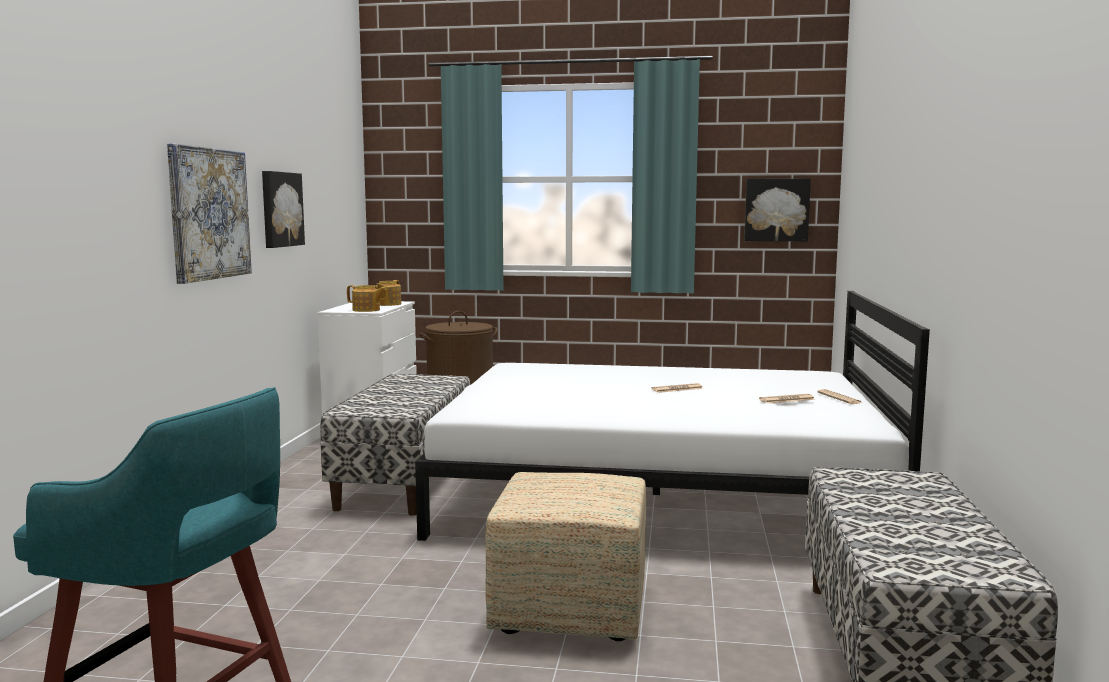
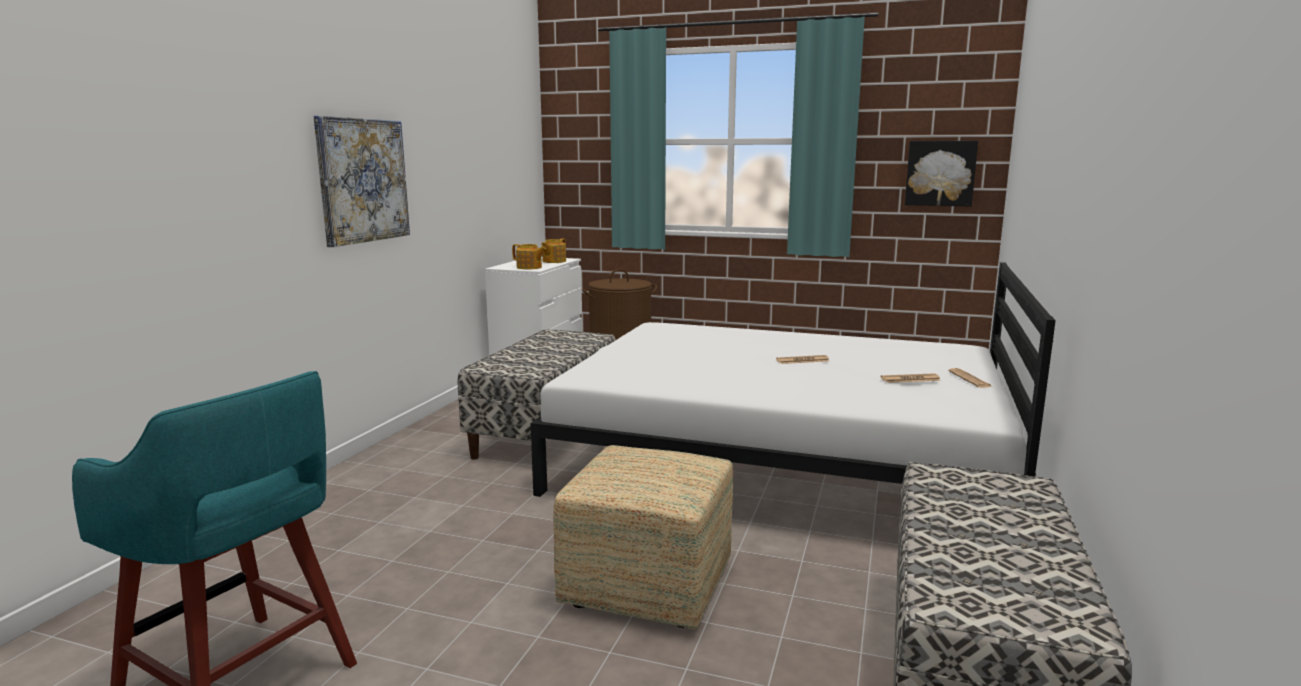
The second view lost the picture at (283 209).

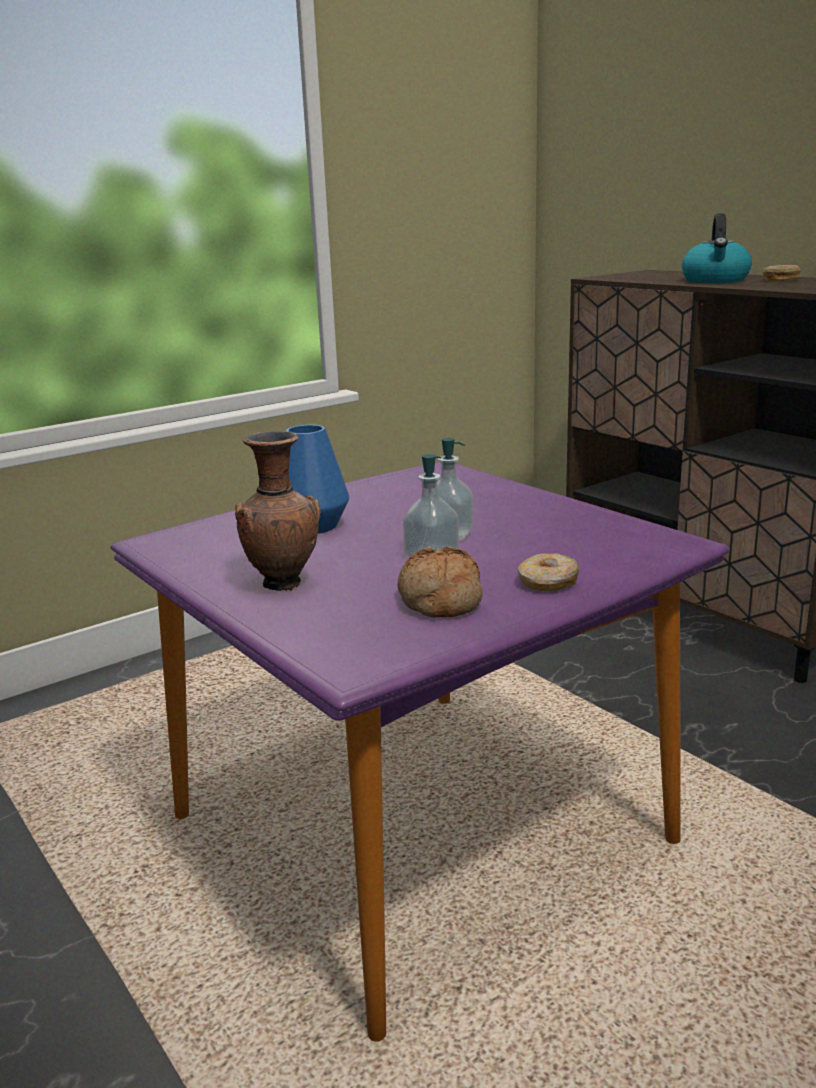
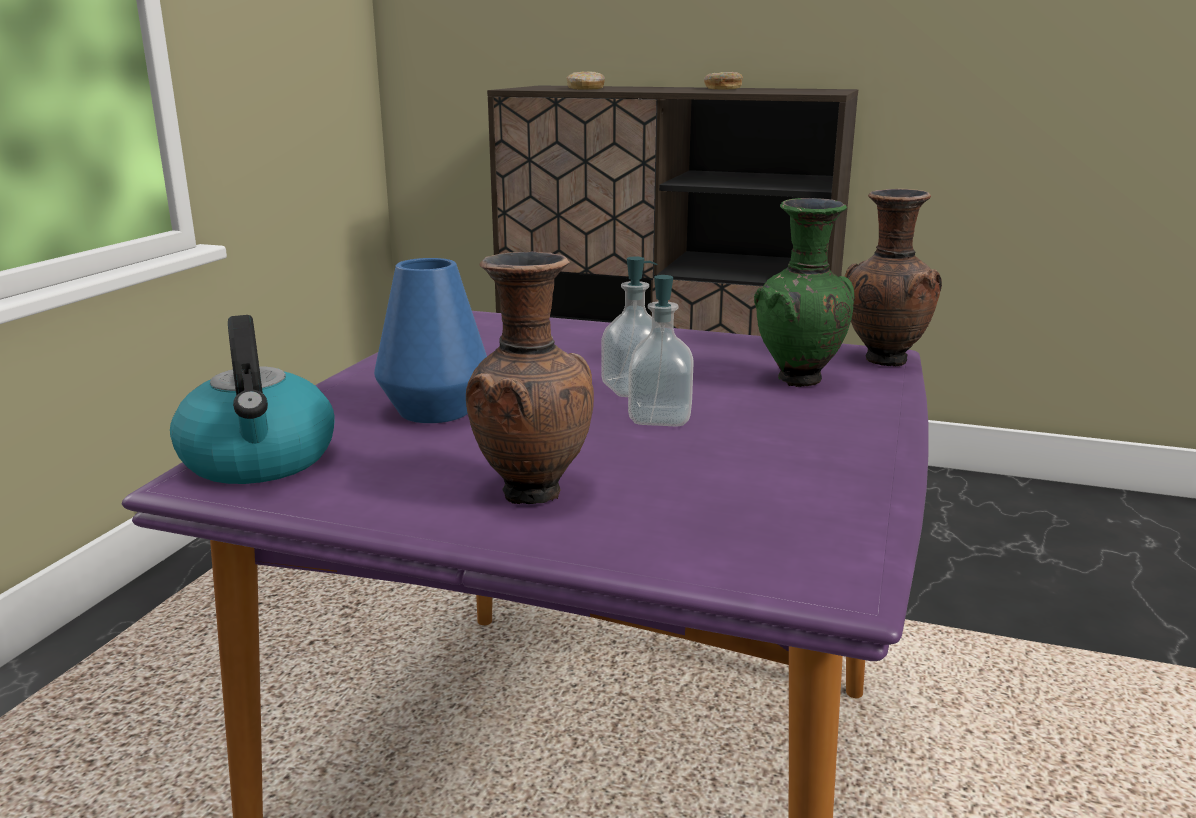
The second view lost the bread at (440 582).
The donut ended up elsewhere, having gone from (548 572) to (585 80).
The kettle ended up elsewhere, having gone from (717 248) to (252 399).
The second view gained the vase (green) at (804 292).
The second view gained the vase (brown) at (893 278).

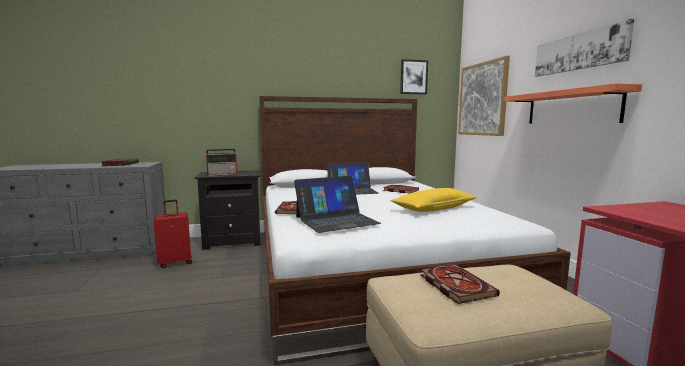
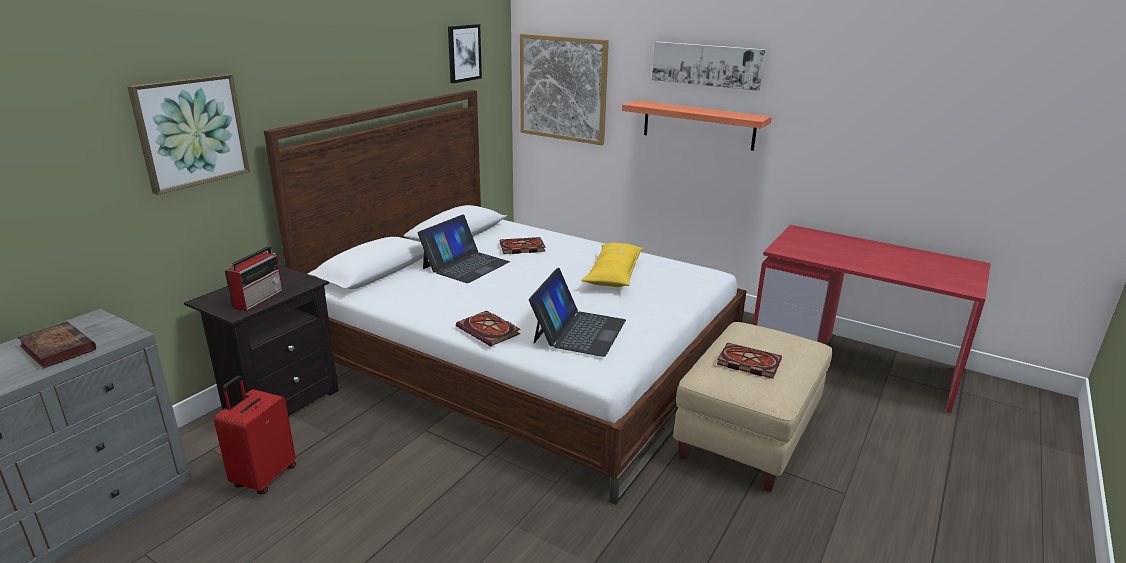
The second view gained the picture at (188 134).

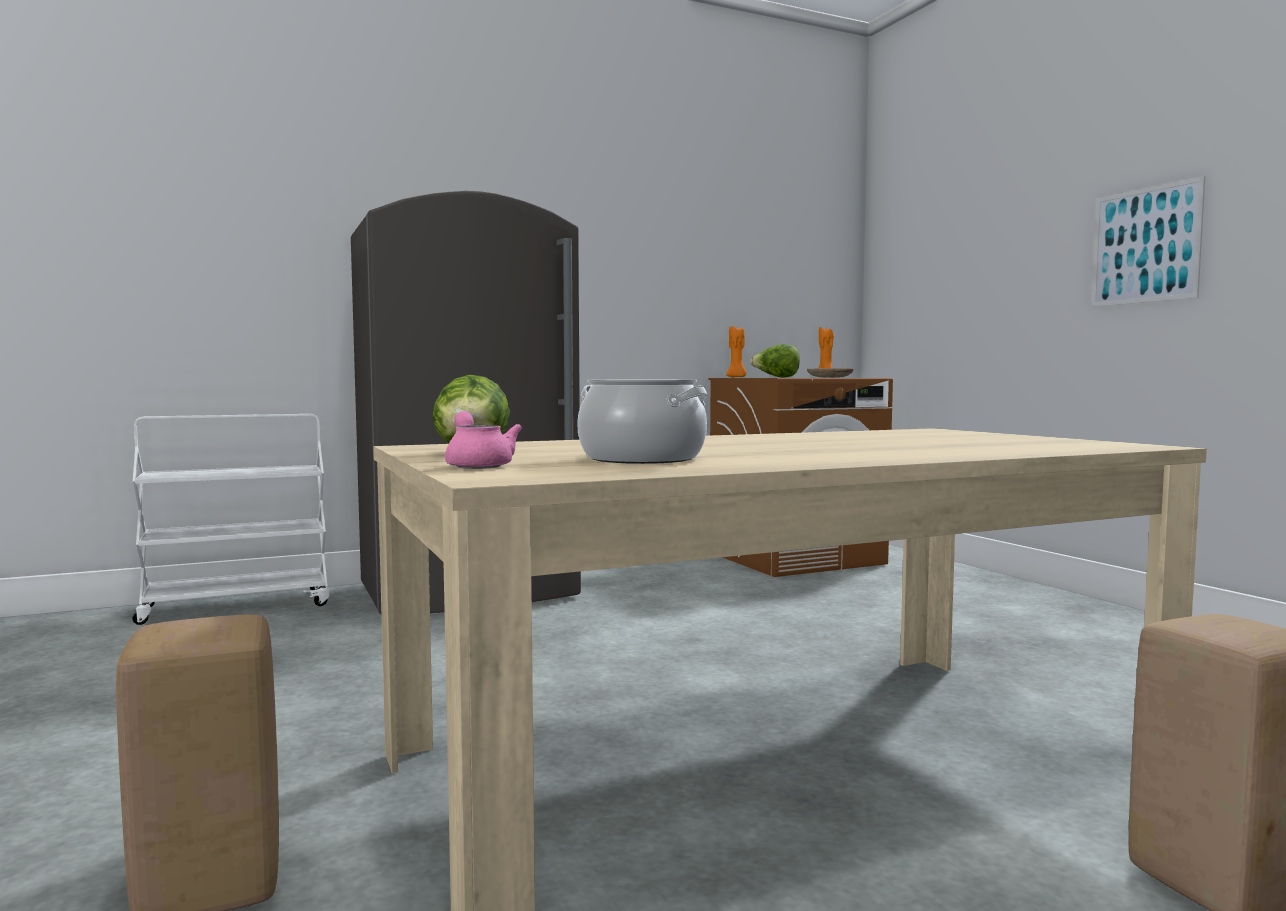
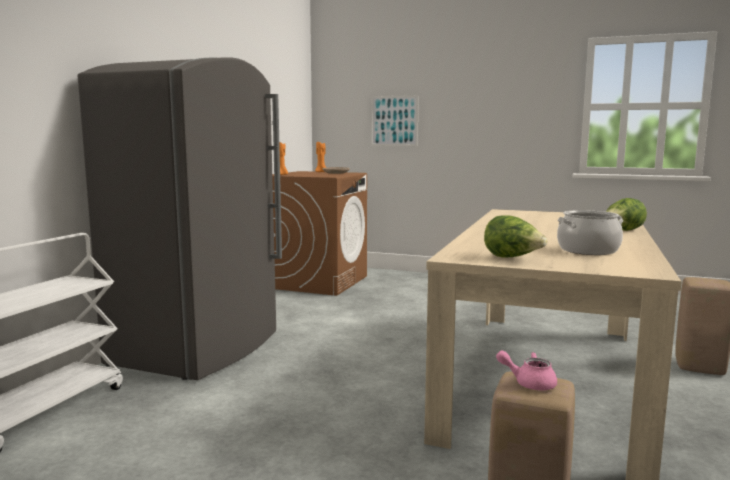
The teapot (pink) ended up elsewhere, having gone from (483 440) to (526 370).
The lettuce ended up elsewhere, having gone from (775 361) to (626 214).
The picture ended up elsewhere, having gone from (1148 241) to (395 120).

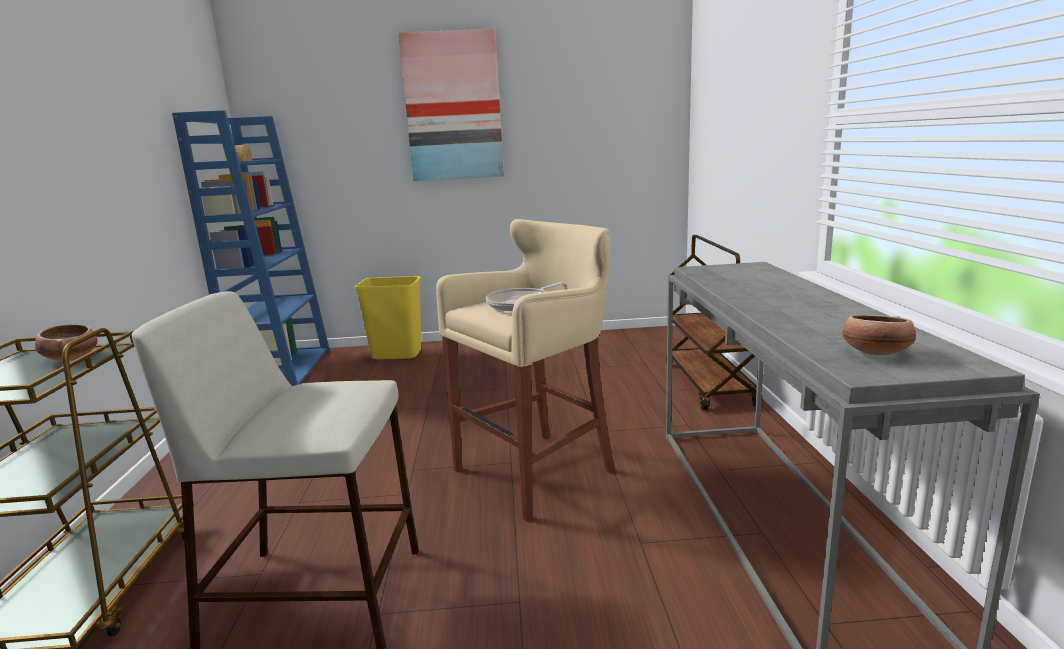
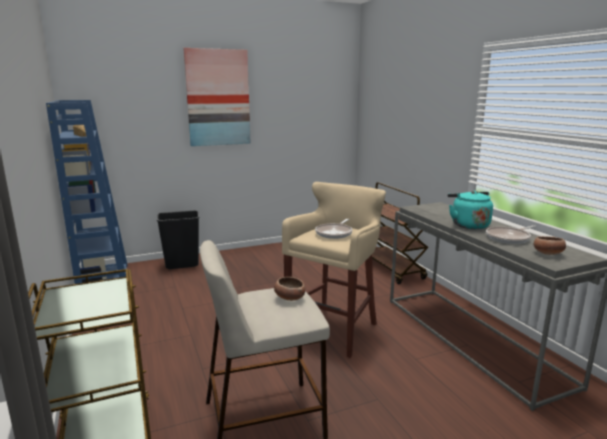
The bowl ended up elsewhere, having gone from (66 342) to (289 289).
What was the trash can (yellow) at (388 317) turned into the trash can (black) at (178 239).
The second view gained the kettle (turquoise) at (470 210).
The second view gained the frying pan at (511 234).

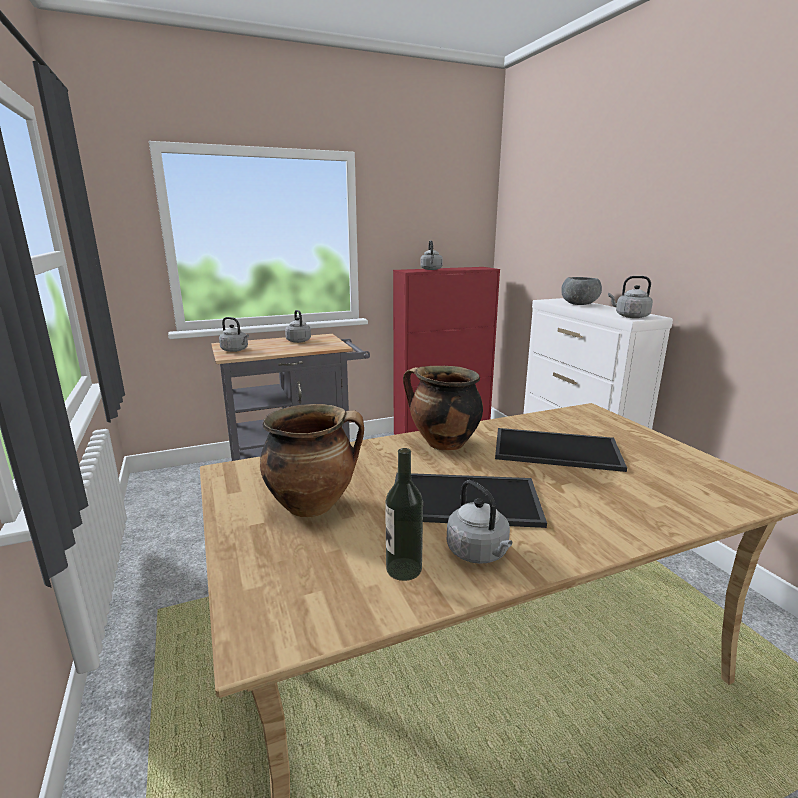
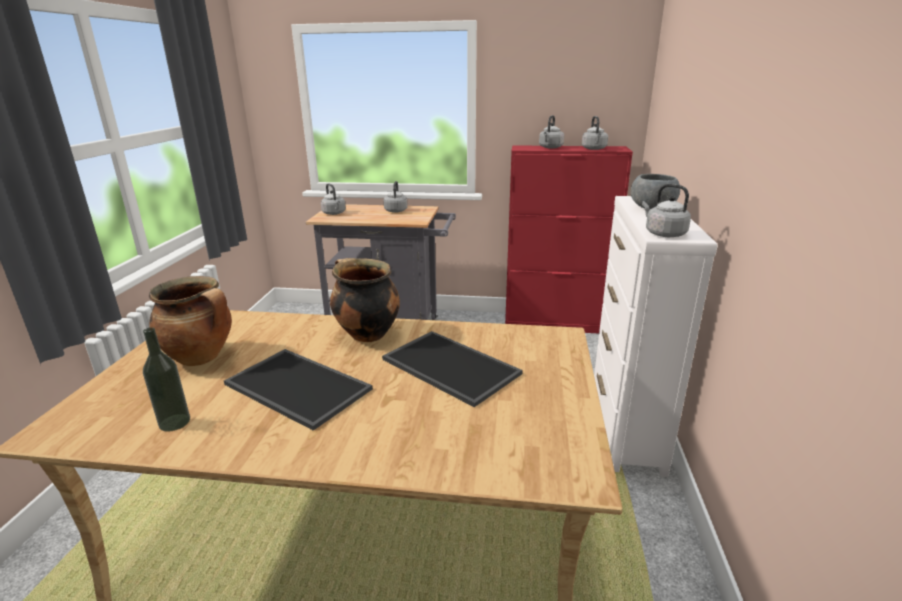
The kettle (grey) ended up elsewhere, having gone from (479 522) to (595 133).

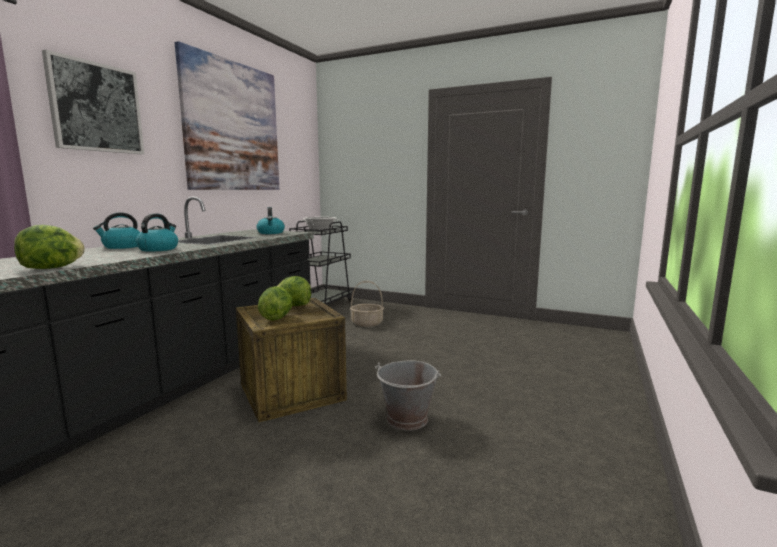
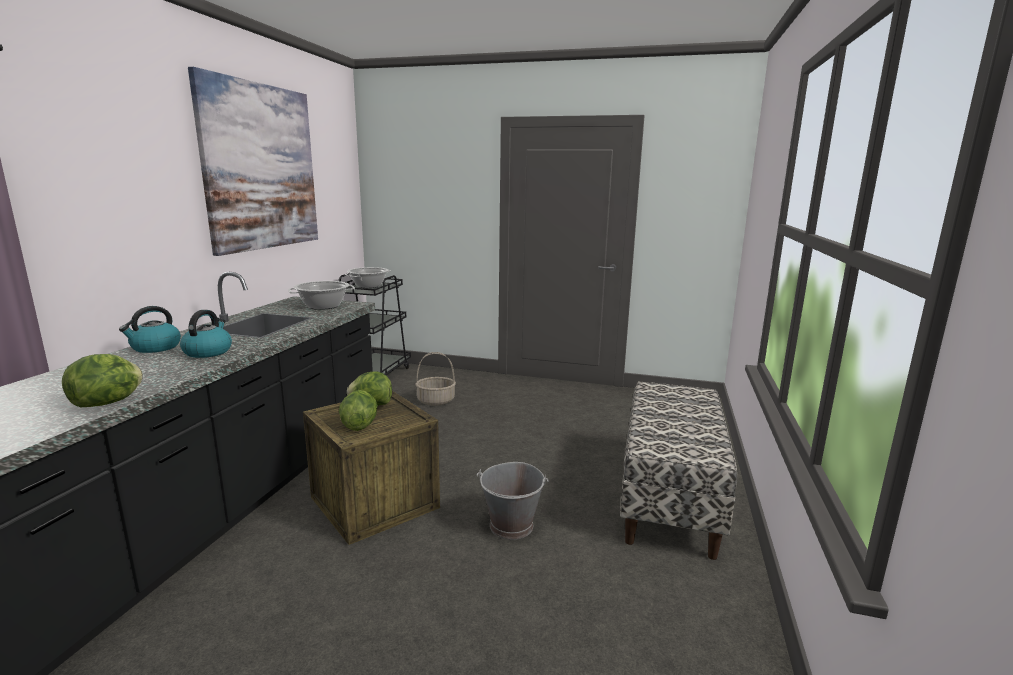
The second view lost the picture at (93 101).
Where the kettle stood at (270 220), the cooking pot came to stand at (321 295).
The second view gained the bench at (678 470).

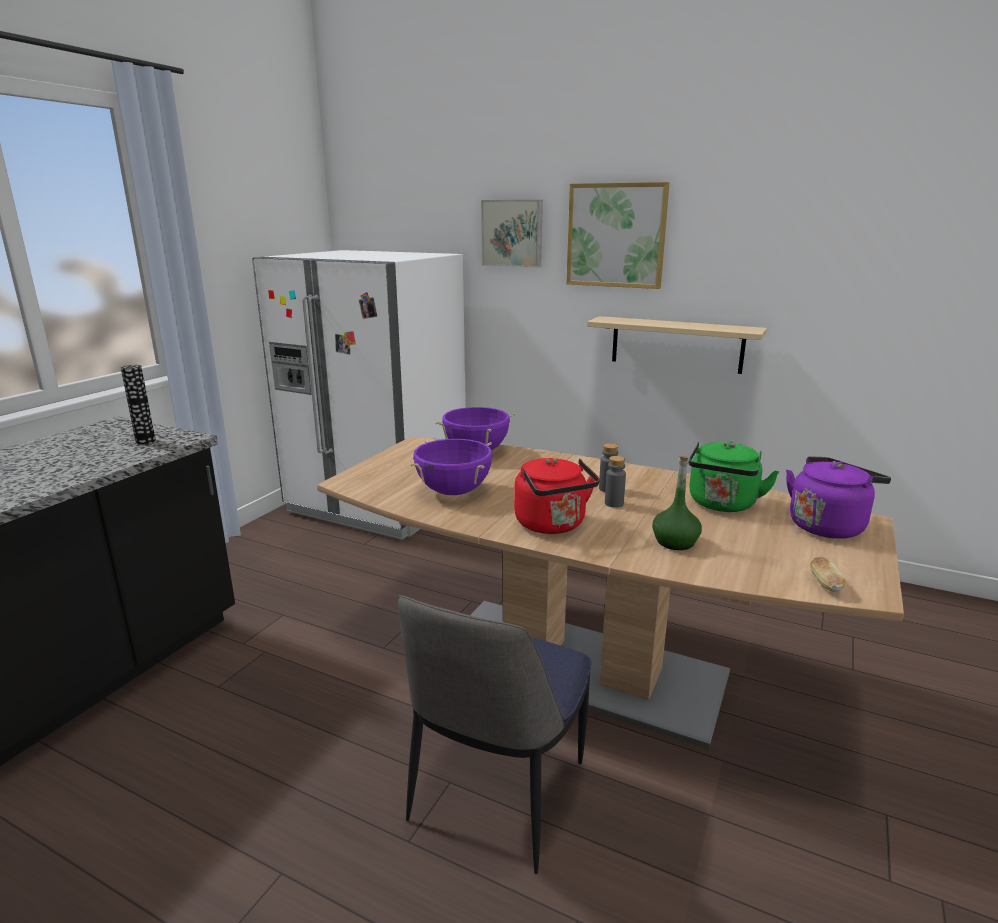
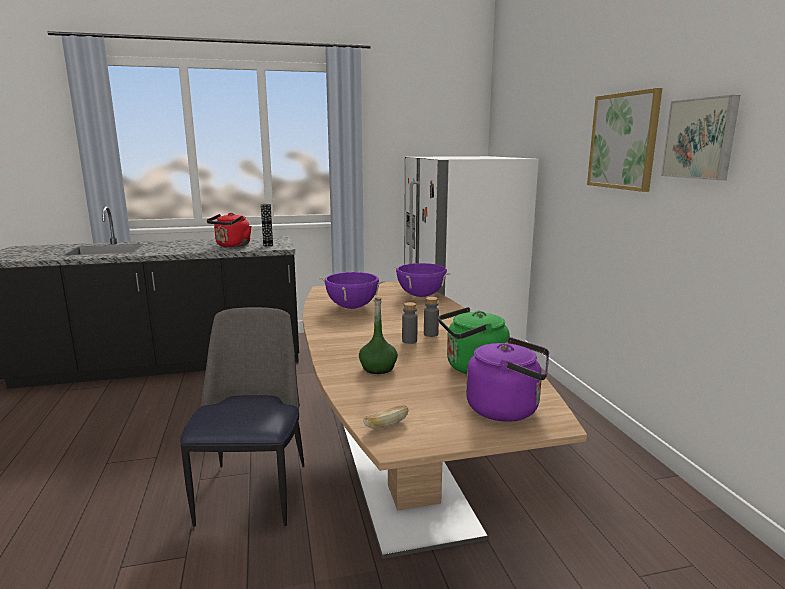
The chair at (495 734) ended up facing another way, 105 degrees clockwise from before.
The picture ended up elsewhere, having gone from (512 234) to (700 137).
The kettle (red) ended up elsewhere, having gone from (557 496) to (229 230).
The second view lost the shelf (beige) at (677 345).

